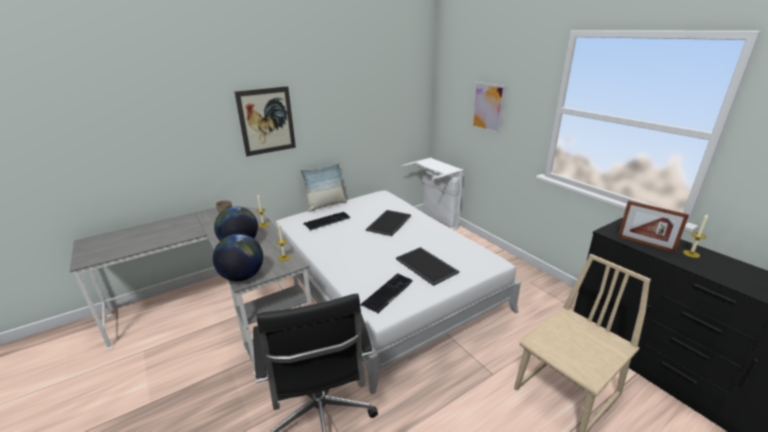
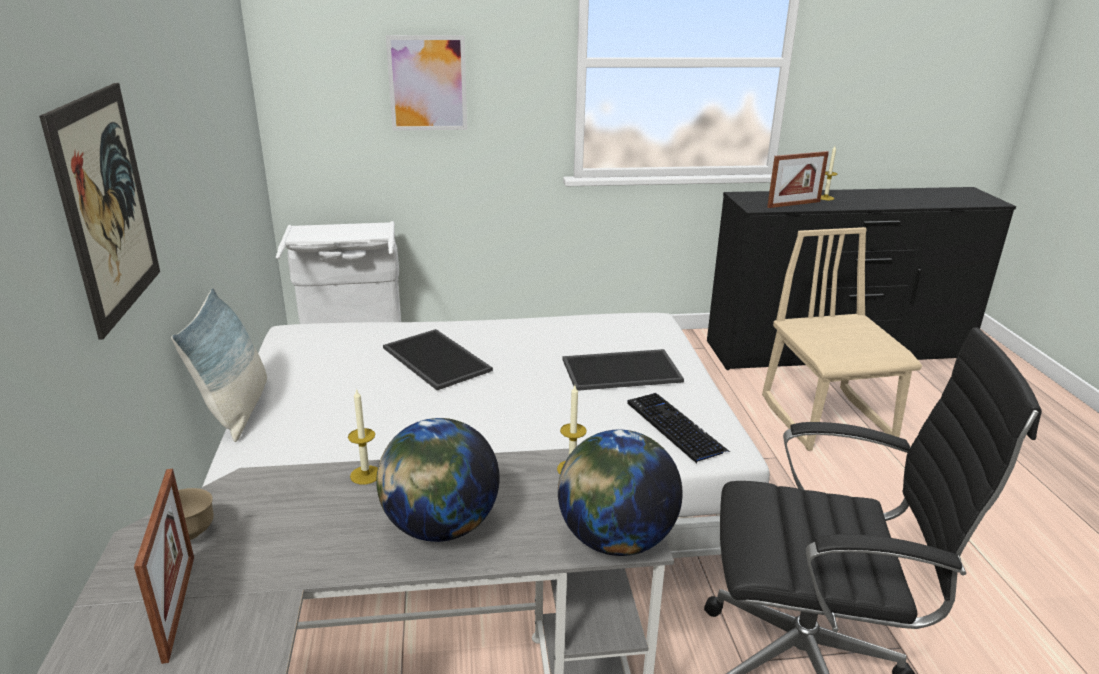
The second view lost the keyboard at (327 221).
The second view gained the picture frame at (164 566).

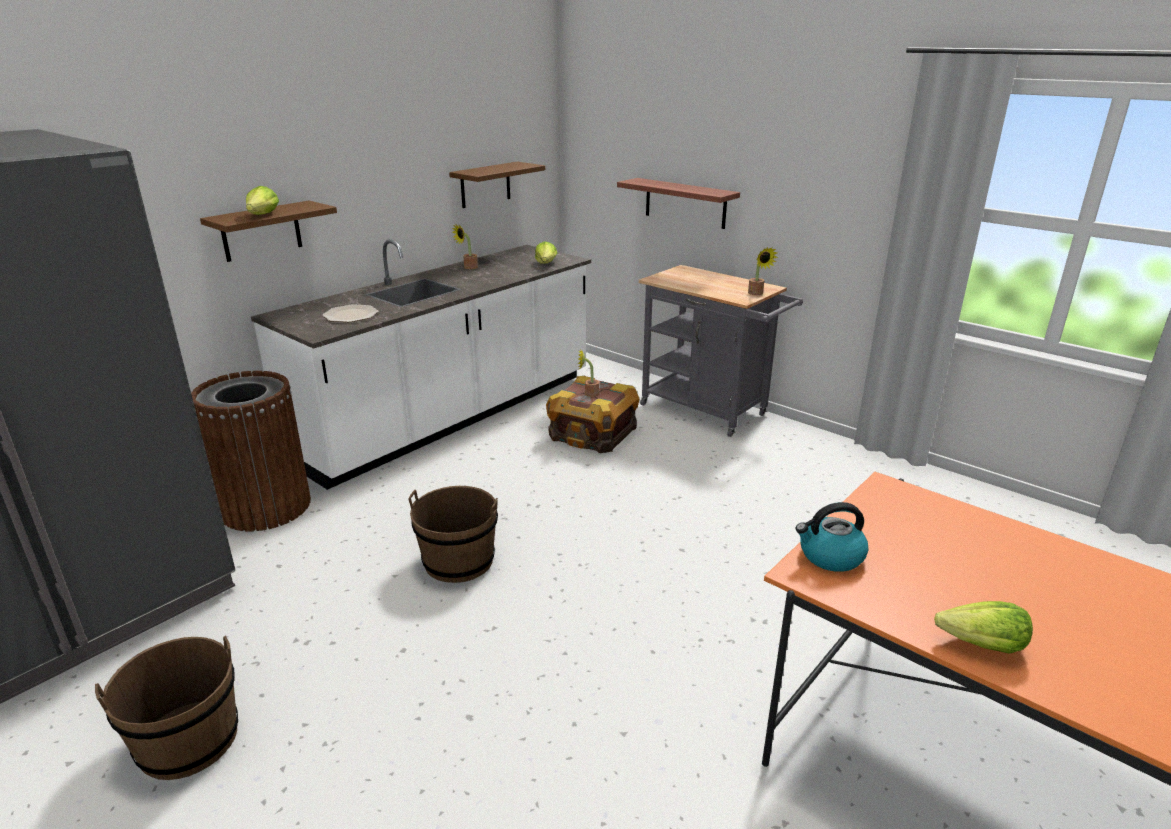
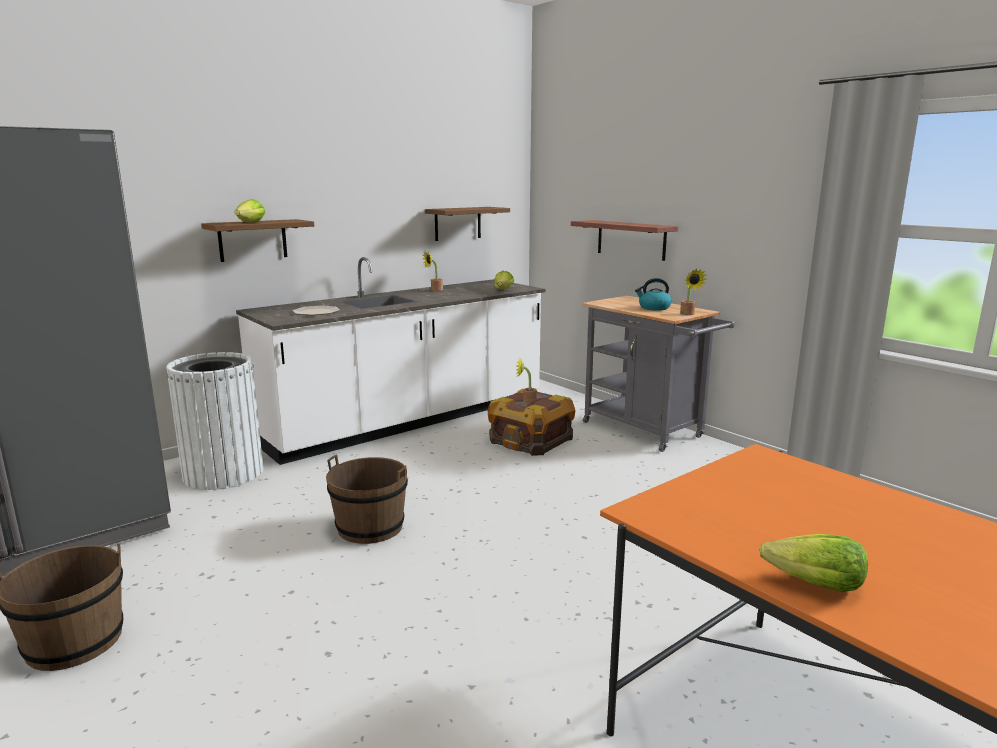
What was the trash can (brown) at (251 451) turned into the trash can (white) at (214 421).
The kettle ended up elsewhere, having gone from (832 537) to (653 294).

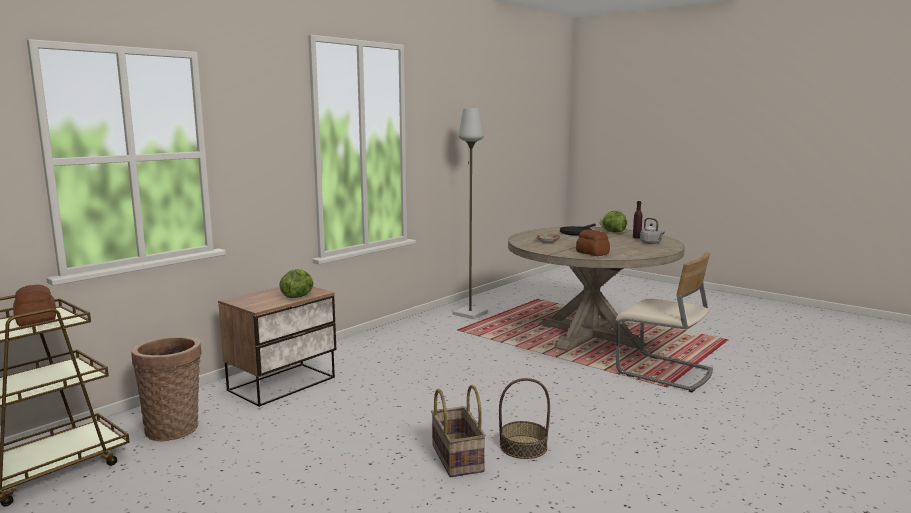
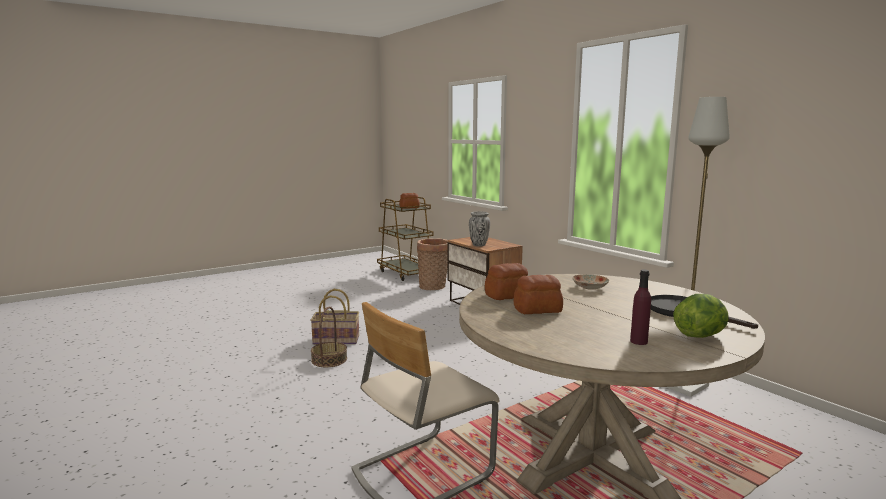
Where the lettuce stood at (296 283), the vase came to stand at (479 229).
The second view lost the kettle (grey) at (652 231).
The second view gained the bread at (538 294).

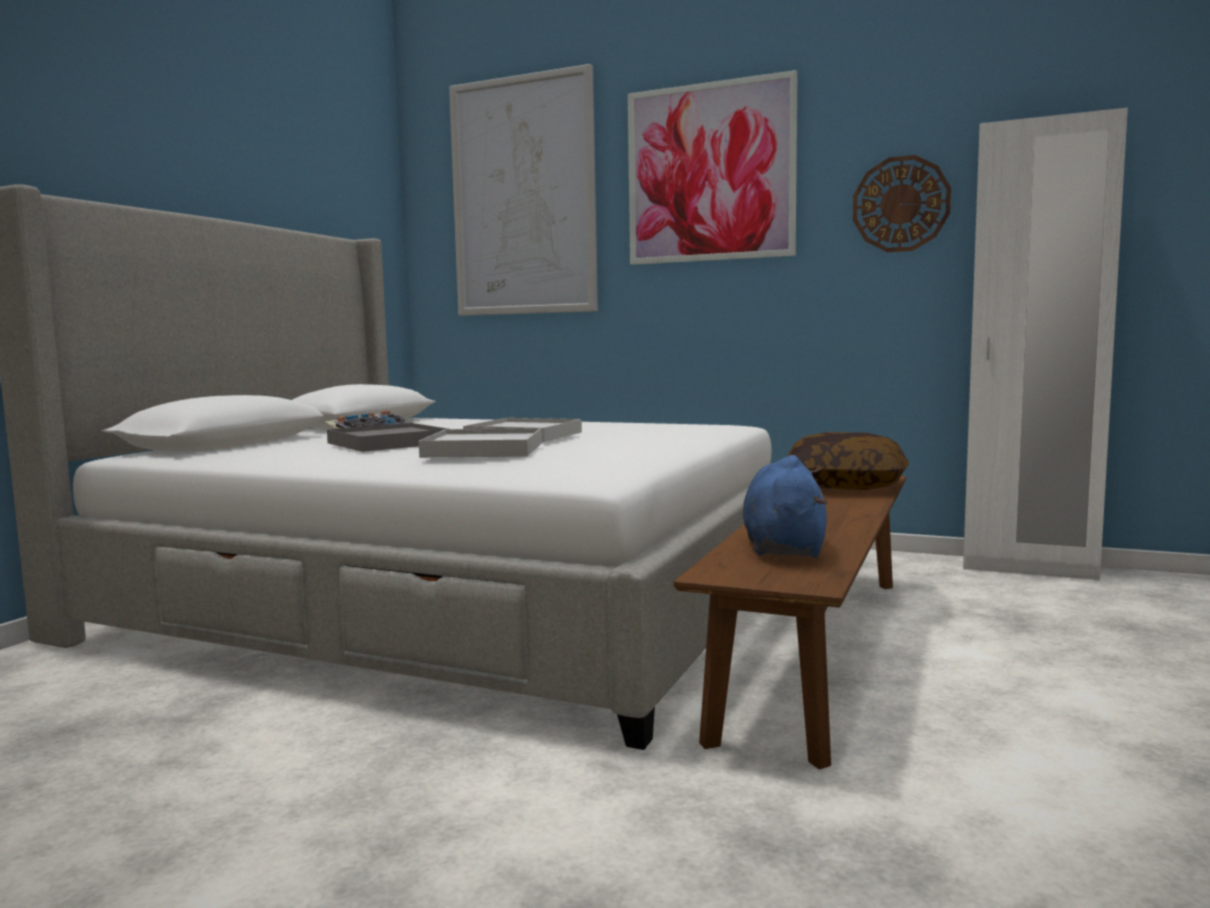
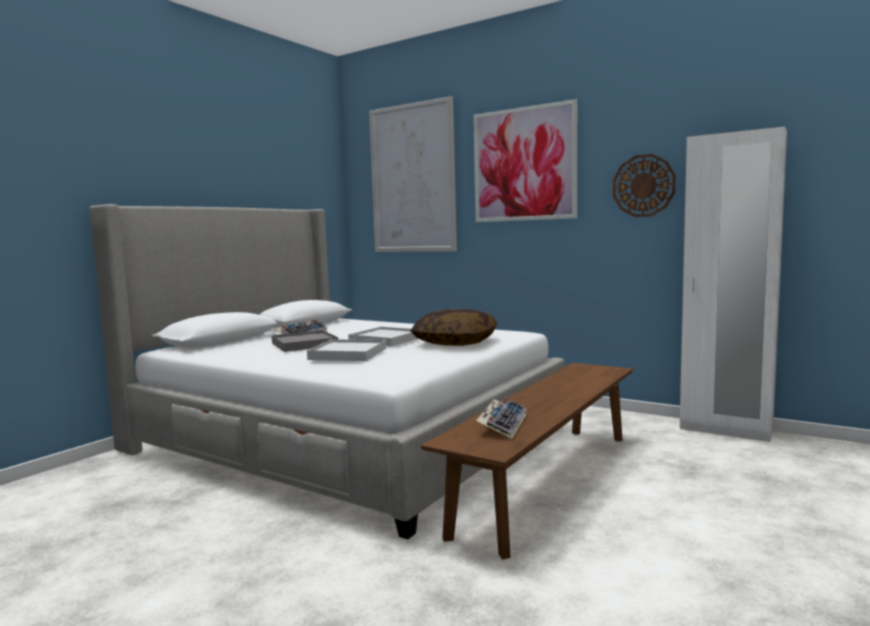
Where the plush toy (blue) stood at (785 506), the keyboard came to stand at (501 418).
The pillow ended up elsewhere, having gone from (848 461) to (454 327).

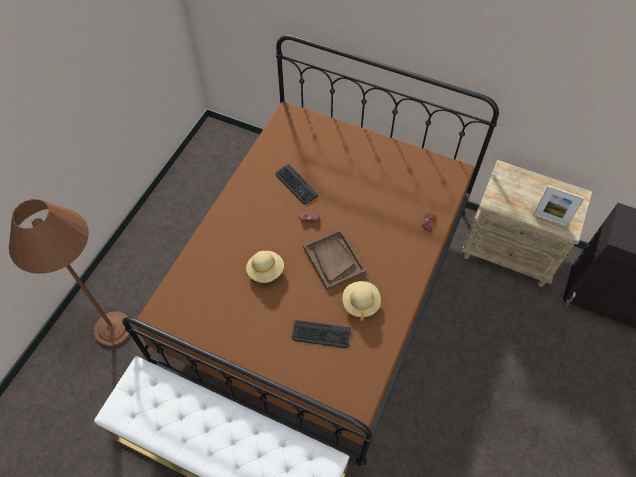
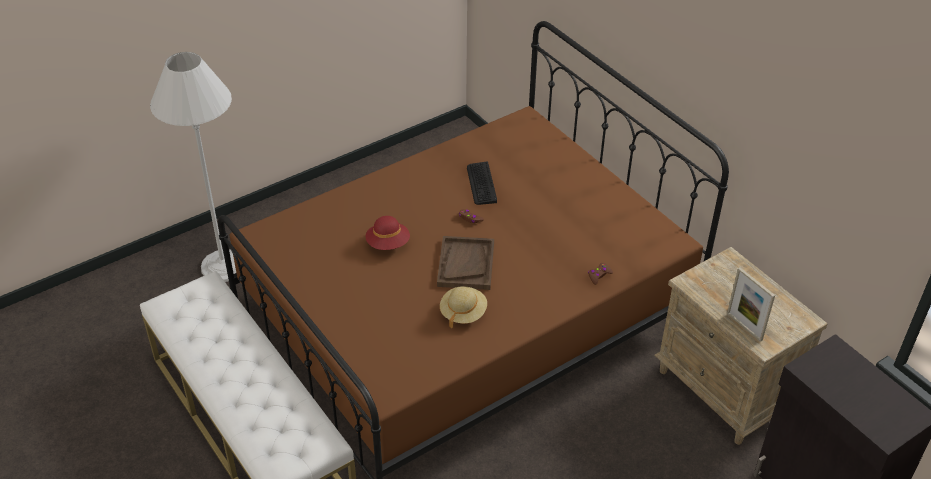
What was the floor lamp (brown) at (70 273) turned into the floor lamp (white) at (193 167).
What was the hat (beige) at (265 267) turned into the hat (red) at (388 233).
The second view lost the keyboard at (321 334).

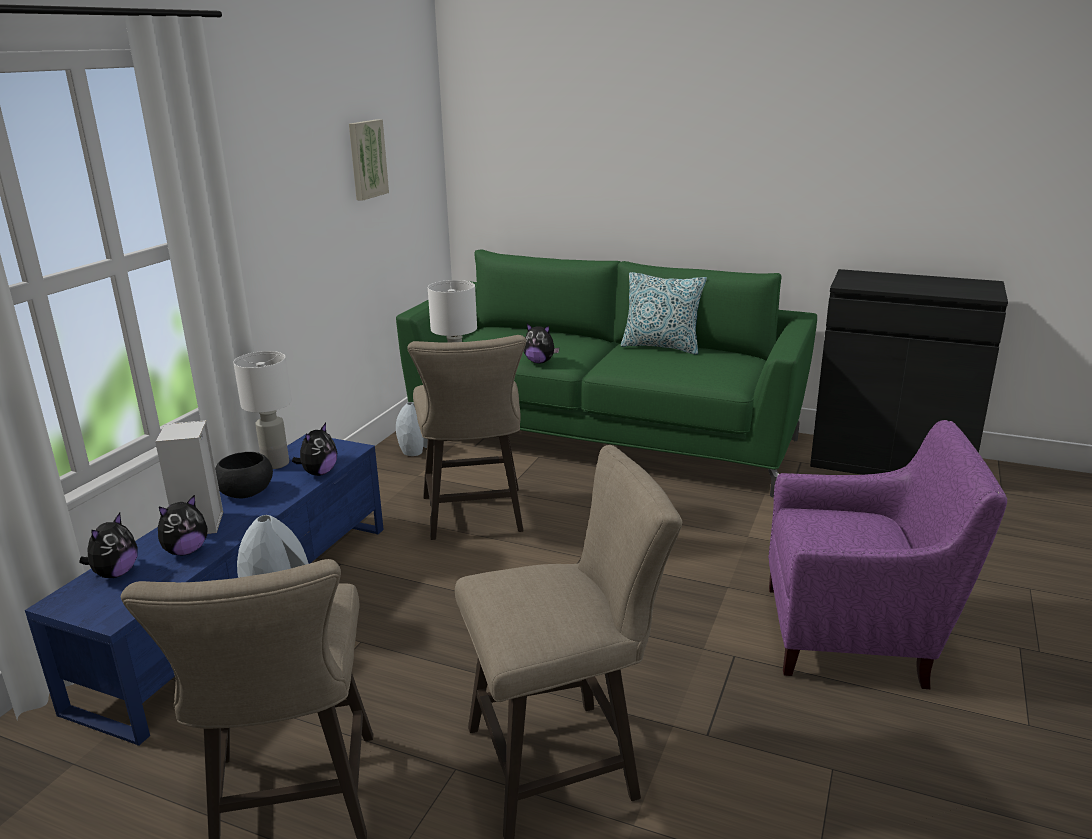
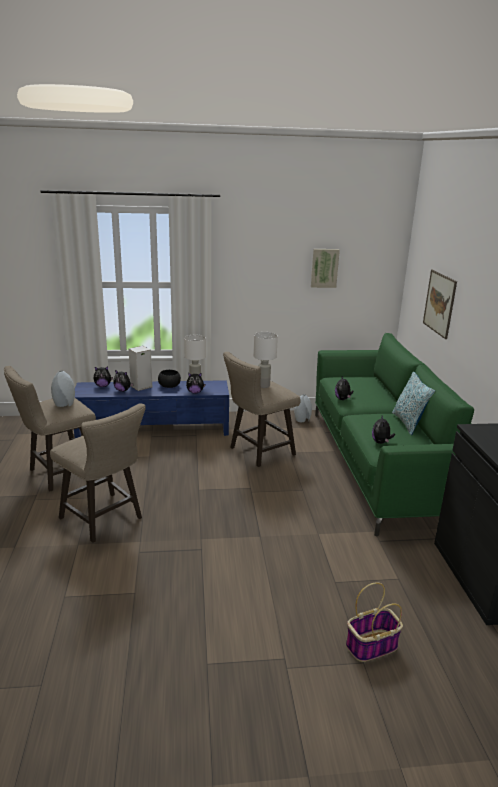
The second view lost the armchair (purple) at (887 554).
The second view gained the basket at (374 622).
The second view gained the plush toy at (383 430).
The second view gained the picture at (440 304).

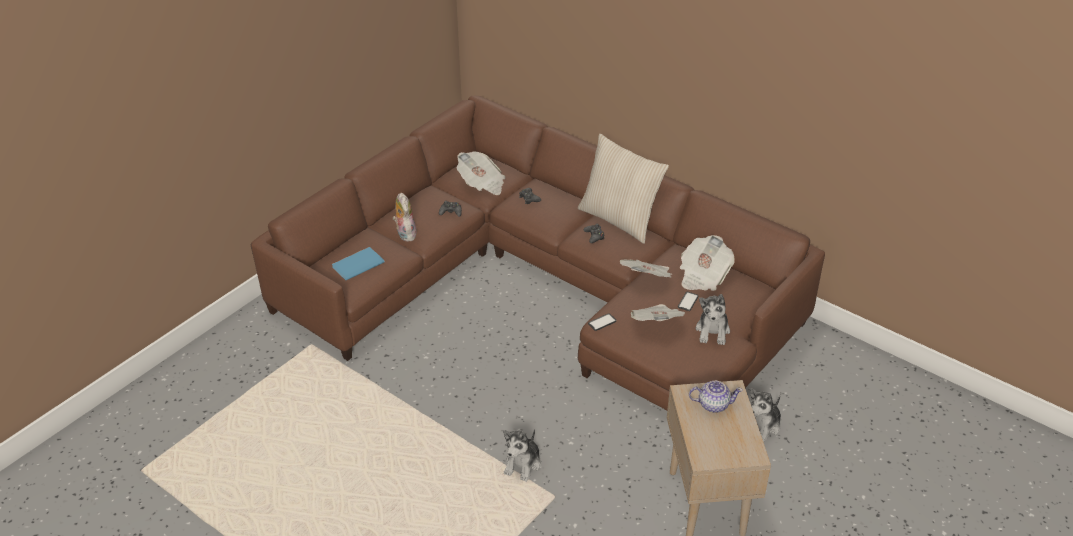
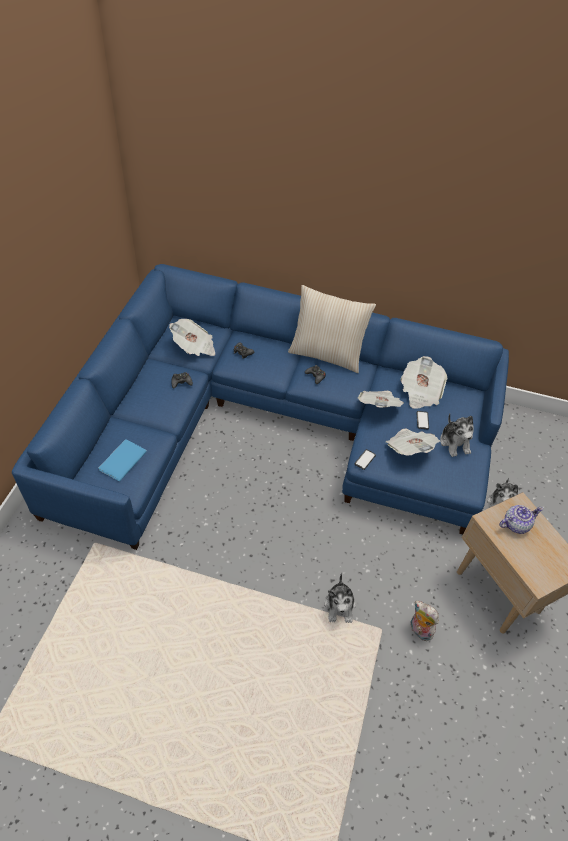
What was the sofa (brown) at (538 253) turned into the sofa (blue) at (260 407).
The plush toy ended up elsewhere, having gone from (404 217) to (425 620).

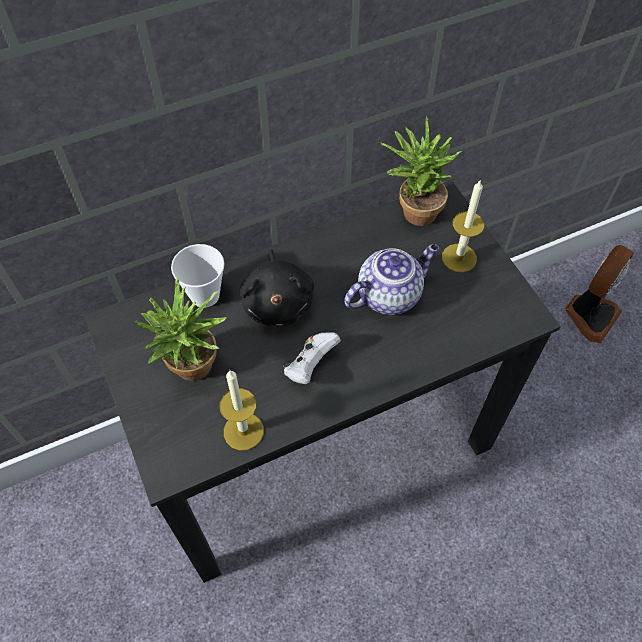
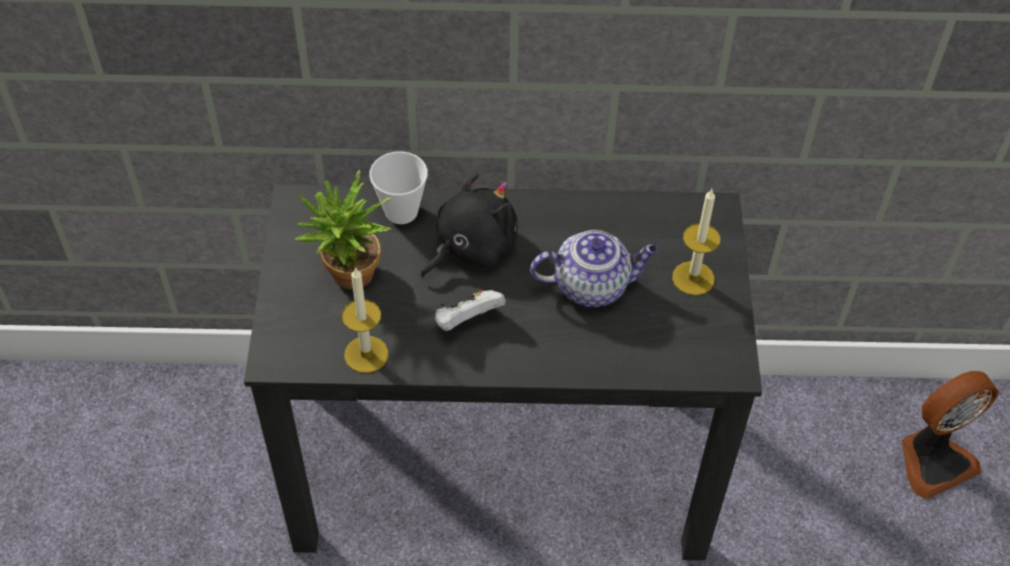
The plush toy (black) at (276 288) ended up facing another way, 150 degrees counterclockwise from before.
The second view lost the potted plant at (421 171).

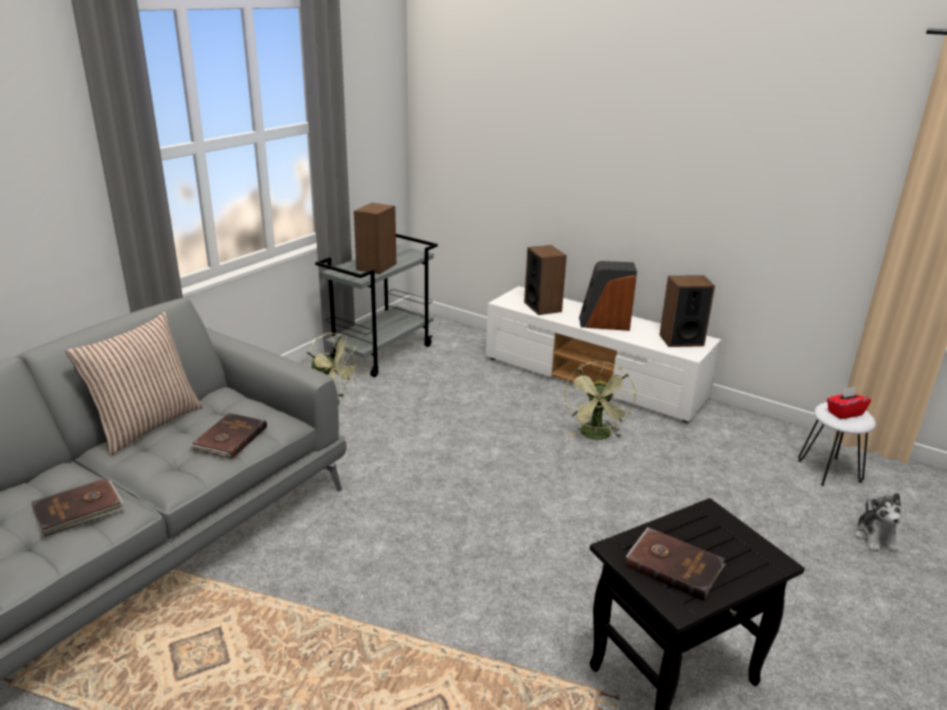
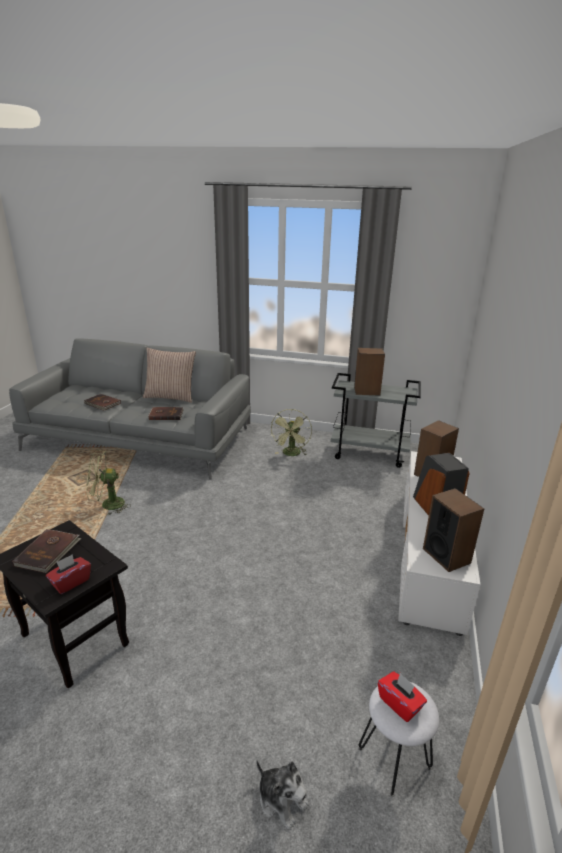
The fan (green) ended up elsewhere, having gone from (600 400) to (108 482).
The plush toy at (878 522) ended up facing another way, 120 degrees counterclockwise from before.
The second view gained the tissue box (red) at (68 574).

